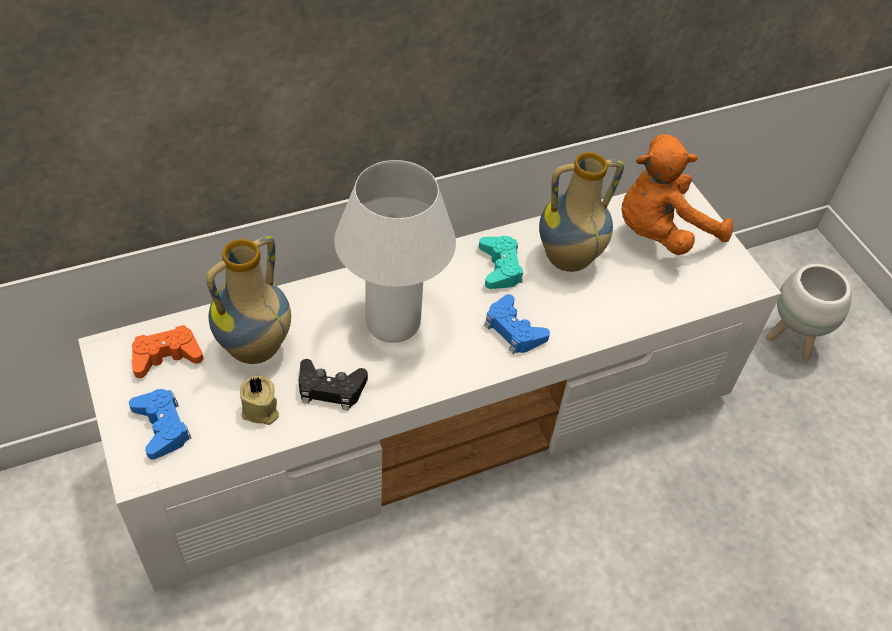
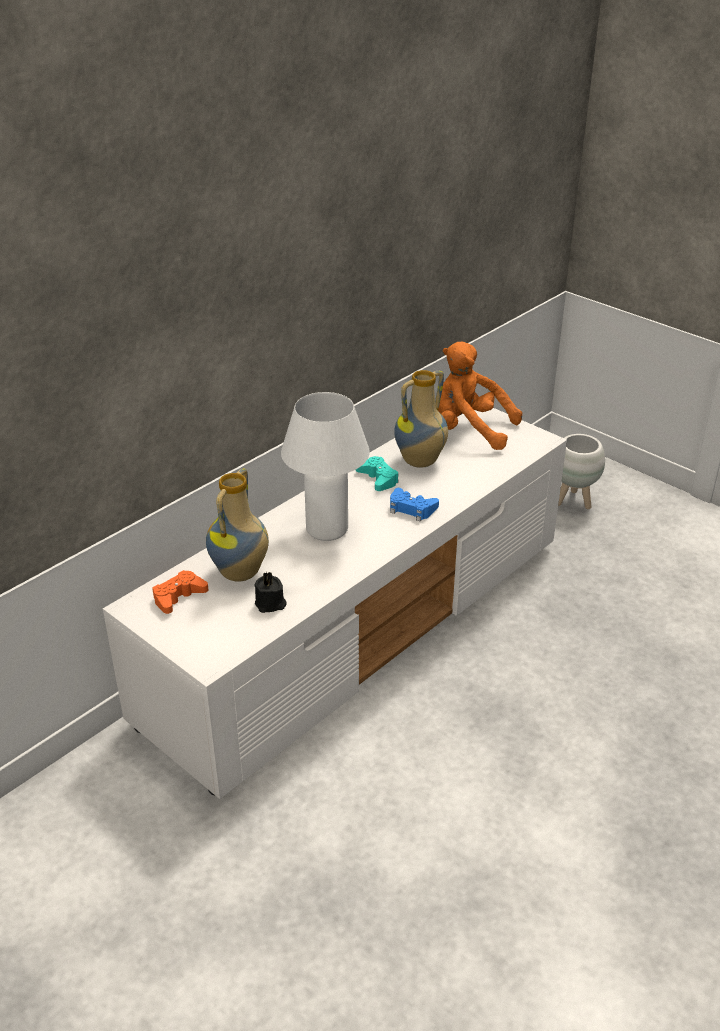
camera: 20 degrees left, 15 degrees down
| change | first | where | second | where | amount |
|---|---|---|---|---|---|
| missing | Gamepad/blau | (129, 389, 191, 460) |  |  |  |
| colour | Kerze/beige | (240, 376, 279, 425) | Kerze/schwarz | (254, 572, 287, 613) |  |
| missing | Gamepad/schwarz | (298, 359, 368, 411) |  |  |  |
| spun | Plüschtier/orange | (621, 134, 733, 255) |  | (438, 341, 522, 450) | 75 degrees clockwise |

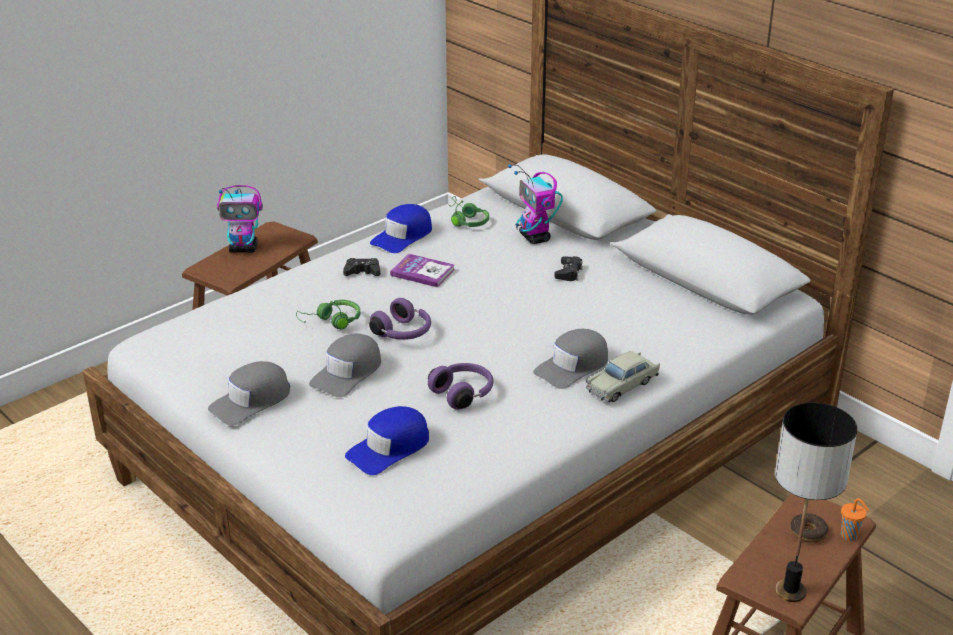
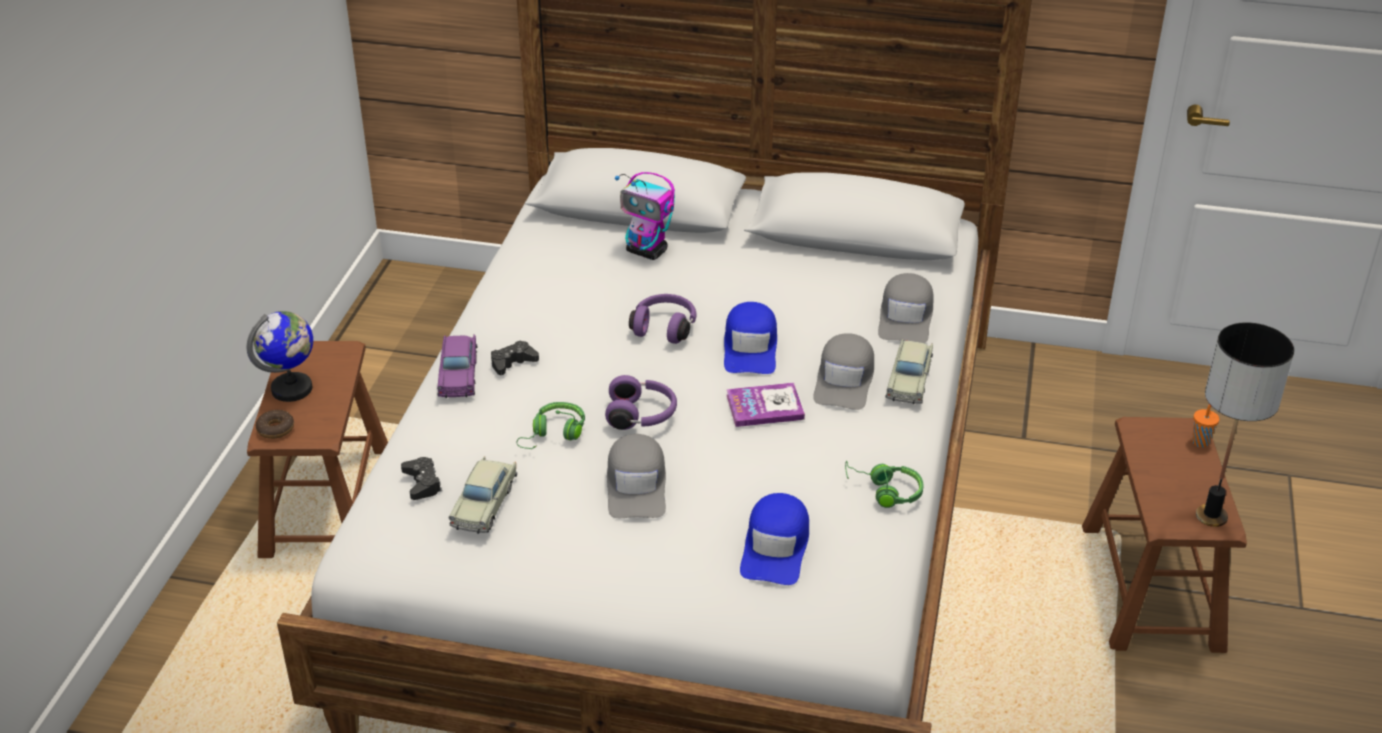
camera: 35 degrees left, 5 degrees up
| change | first | where | second | where | amount |
|---|---|---|---|---|---|
| relocated | Kappe/grau | (208, 361, 290, 426) |  | (878, 273, 934, 343) |  |
| exchanged | Spielzeugroboter | (217, 185, 263, 252) | Globus | (247, 311, 313, 402) |  |
| relocated | Kappe/blau | (370, 204, 432, 253) |  | (724, 302, 777, 374) |  |
| relocated | Buch | (390, 254, 455, 287) |  | (727, 382, 805, 427) |  |
| relocated | Kopfhörer/lila | (428, 363, 494, 410) |  | (629, 294, 697, 344) |  |
| relocated | Kopfhörer/grün | (449, 196, 489, 227) |  | (845, 461, 924, 508) |  |
| relocated | Gamepad/schwarz | (554, 256, 583, 281) |  | (401, 457, 442, 500) |  |
| relocated | Donut | (790, 513, 828, 543) |  | (256, 410, 294, 439) |  |
| appeared |  |  | Spielzeugauto/lila | (437, 334, 477, 398) |  |
| appeared |  |  | Spielzeugauto/beige | (449, 456, 517, 534) |  |

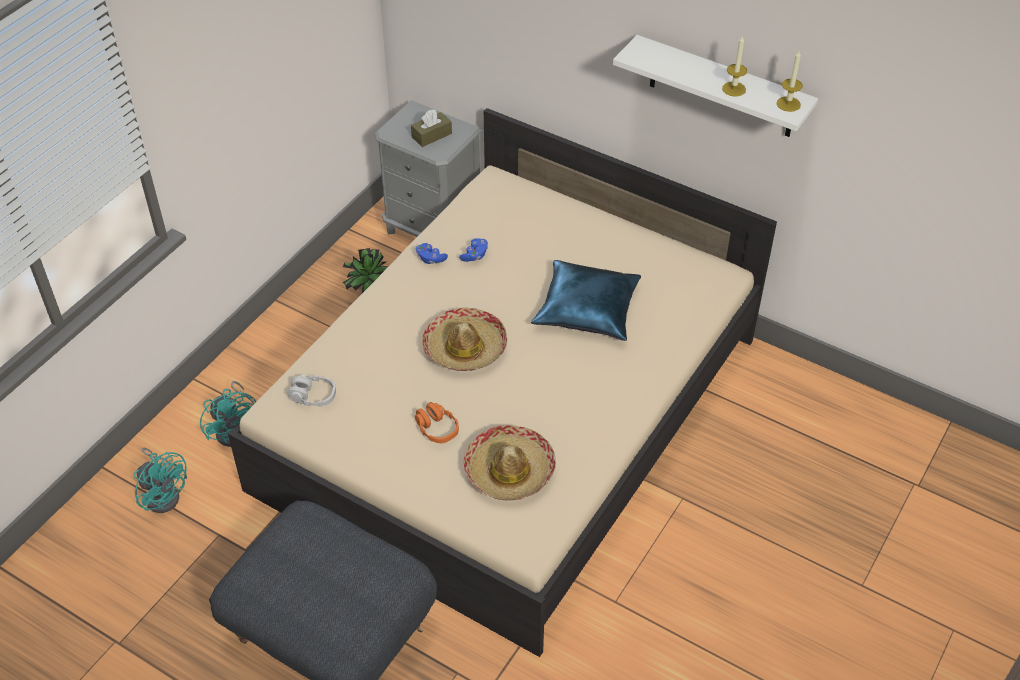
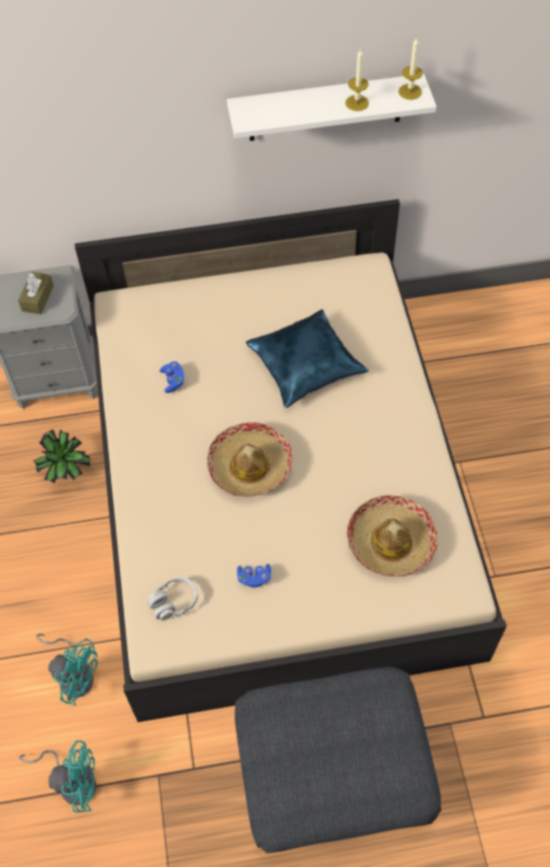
camera: 40 degrees left, 10 degrees up
| change | first | where | second | where | amount |
|---|---|---|---|---|---|
| missing | Kopfhörer/orange | (415, 402, 459, 443) |  |  |  |
| relocated | Gamepad/blau | (416, 243, 448, 264) |  | (237, 564, 271, 588) |  |

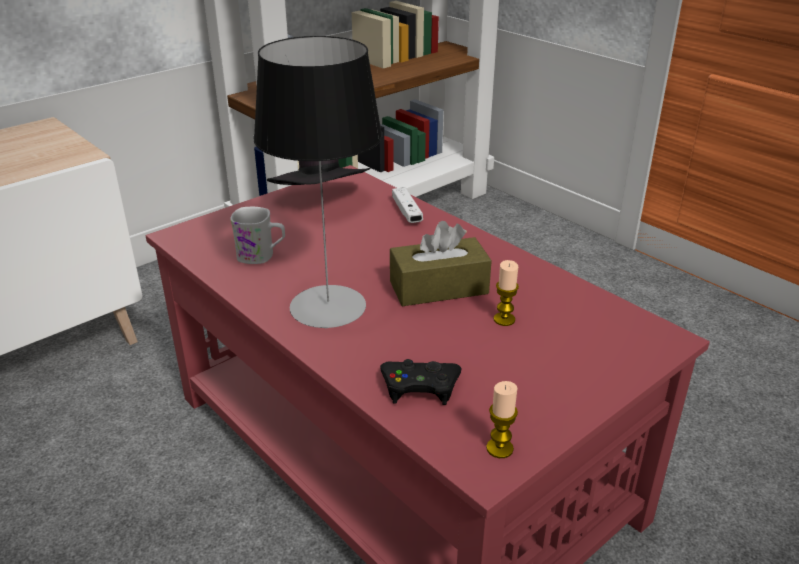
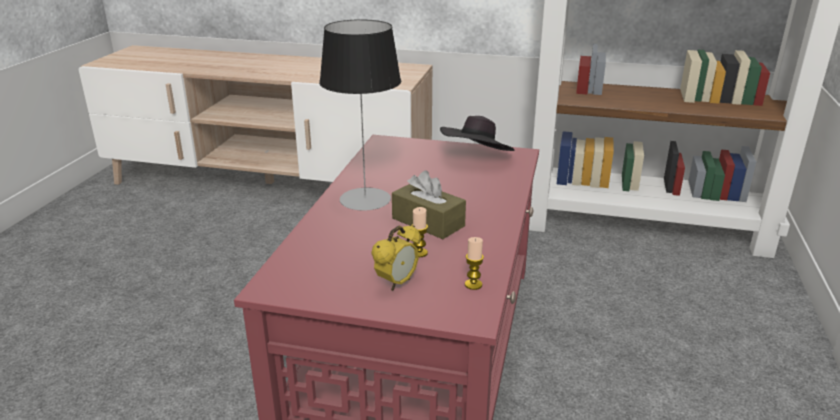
camera: 55 degrees right, 5 degrees down
| change | first | where | second | where | amount |
|---|---|---|---|---|---|
| missing | Henkelbecher/weiß | (231, 207, 285, 264) |  |  |  |
| missing | Gamepad/schwarz | (380, 359, 462, 405) |  |  |  |
| missing | Gamepad/weiß | (392, 187, 423, 223) |  |  |  |
| relocated | Kerze | (486, 381, 518, 458) |  | (465, 237, 484, 290) |  |
| appeared |  |  | Wecker | (371, 226, 421, 291) |  |

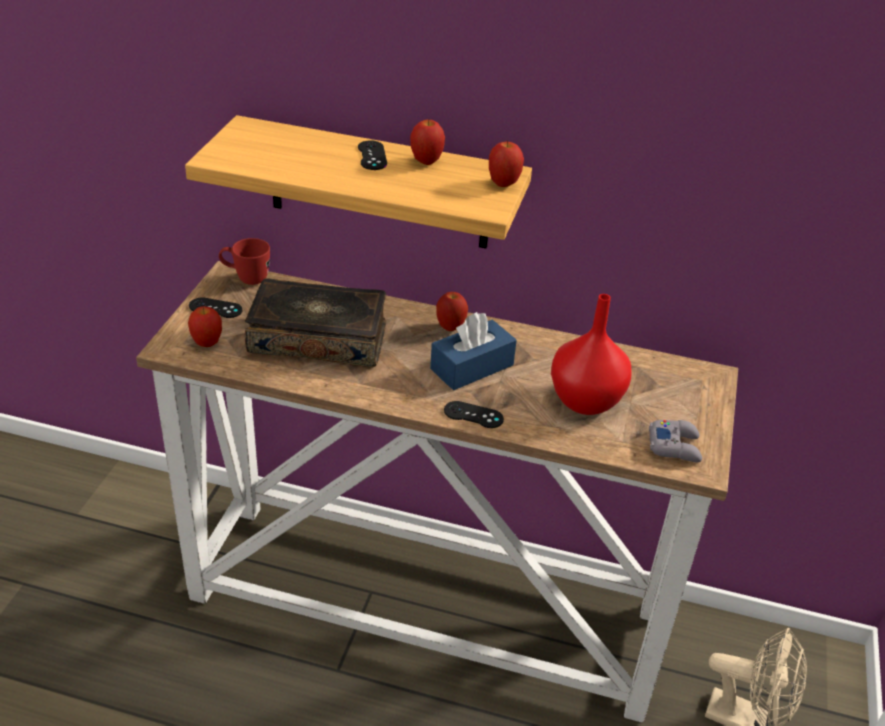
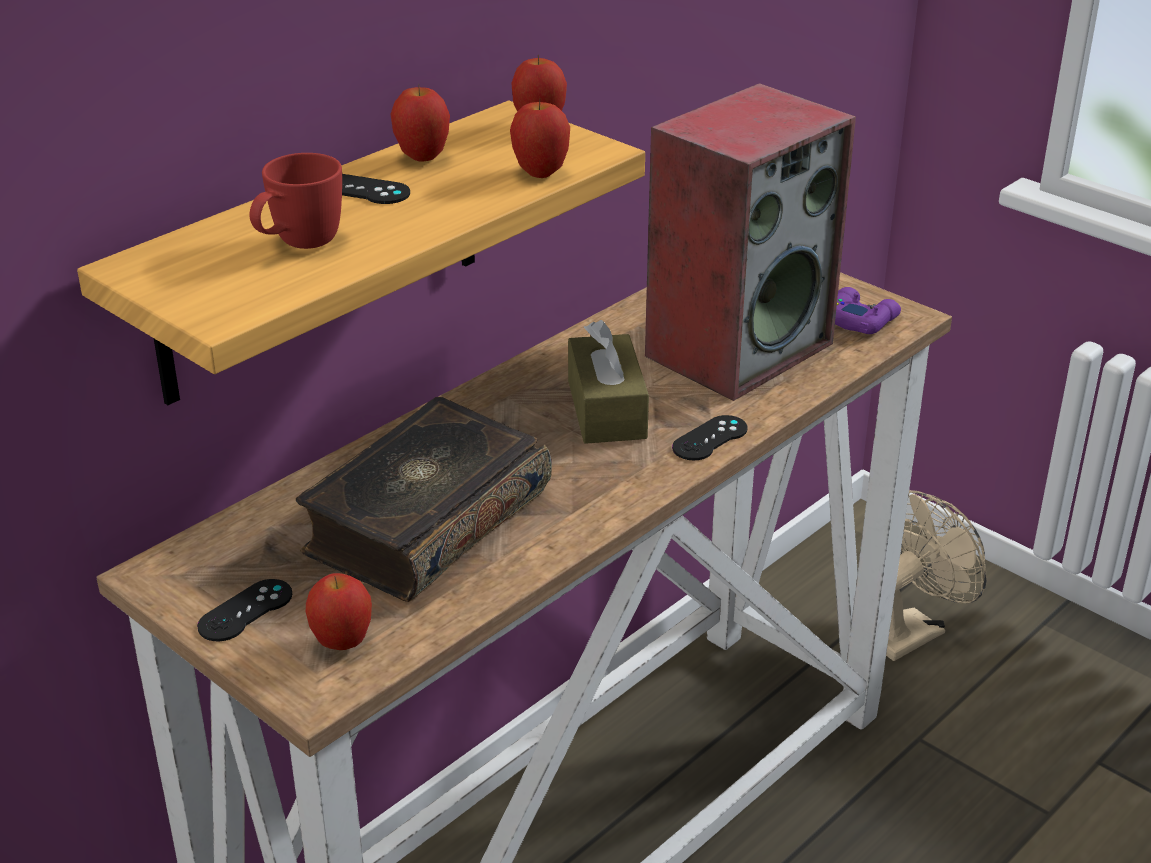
camera: 60 degrees left, 5 degrees down
| change | first | where | second | where | amount |
|---|---|---|---|---|---|
| relocated | Henkelbecher/rot | (219, 238, 270, 285) |  | (250, 153, 342, 249) |  |
| colour | Taschentuchbox/blau | (430, 312, 517, 390) | Taschentuchbox/braun | (568, 320, 649, 444) |  |
| relocated | Apfel | (436, 292, 468, 331) |  | (510, 99, 570, 178) |  |
| exchanged | Vase/rot | (551, 294, 632, 415) | Lautsprecher | (645, 83, 856, 401) |  |
| colour | Gamepad/grau | (649, 420, 702, 462) | Gamepad/lila | (835, 287, 901, 334) |  |

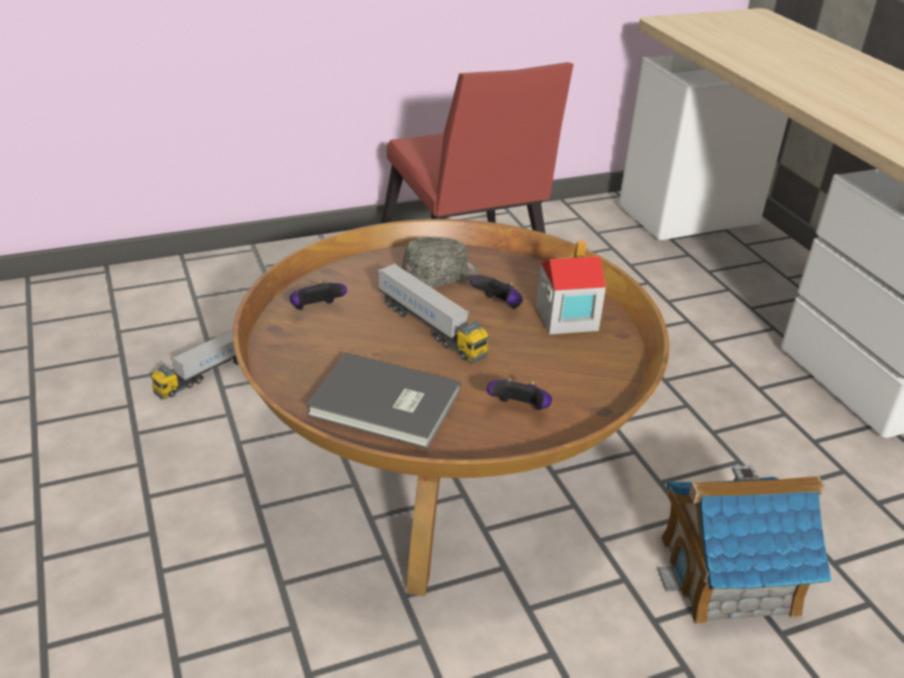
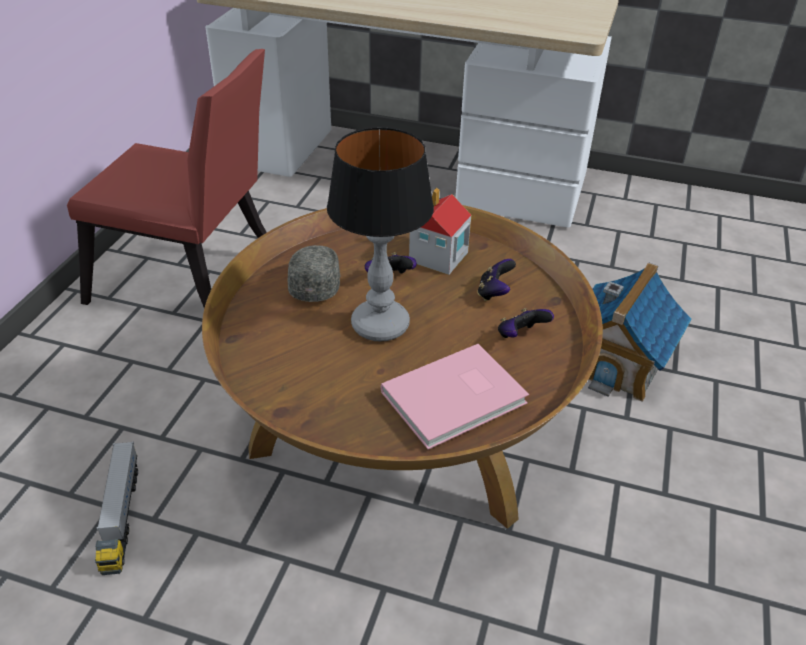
camera: 50 degrees left, 5 degrees up
| change | first | where | second | where | amount |
|---|---|---|---|---|---|
| relocated | Gamepad | (289, 281, 347, 310) |  | (477, 259, 516, 301) |  |
| colour | Buch/grau | (306, 353, 460, 449) | Buch/rosa | (381, 344, 529, 450) |  |
| exchanged | Spielzeuglaster | (378, 263, 489, 363) | Tischlampe | (327, 128, 434, 341) |  |

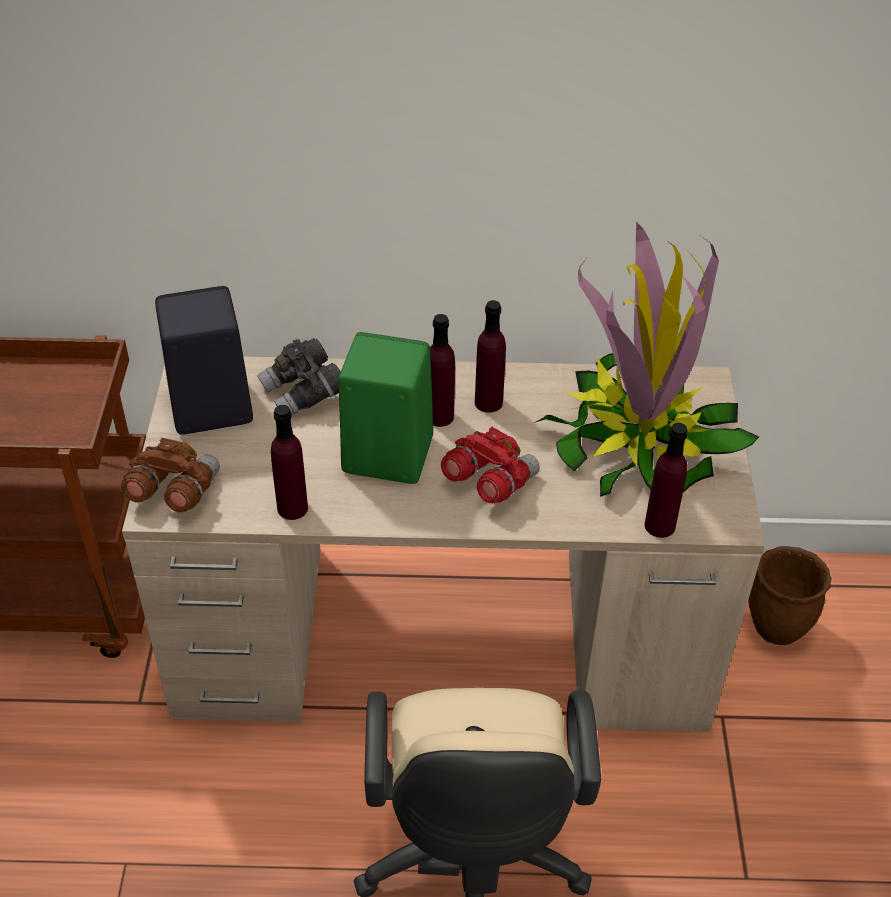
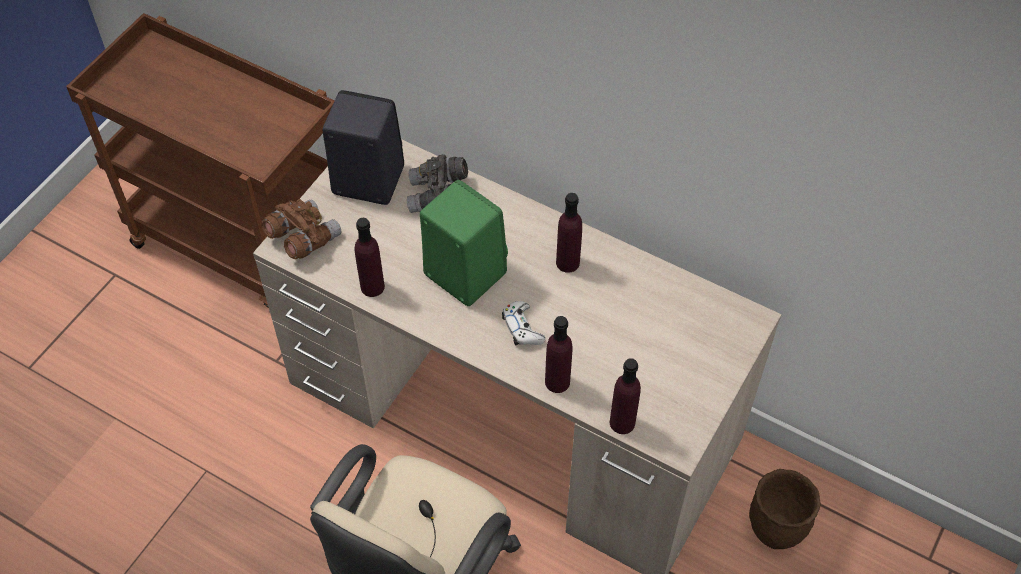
camera: 30 degrees right, 10 degrees up
| change | first | where | second | where | amount |
|---|---|---|---|---|---|
| relocated | Flasche/lila | (430, 314, 455, 427) |  | (545, 316, 573, 393) |  |
| exchanged | Fernglas/rot | (441, 427, 540, 504) | Gamepad/weiß | (502, 301, 545, 346) |  |
| missing | Topfpflanze | (534, 222, 759, 497) |  |  |  |

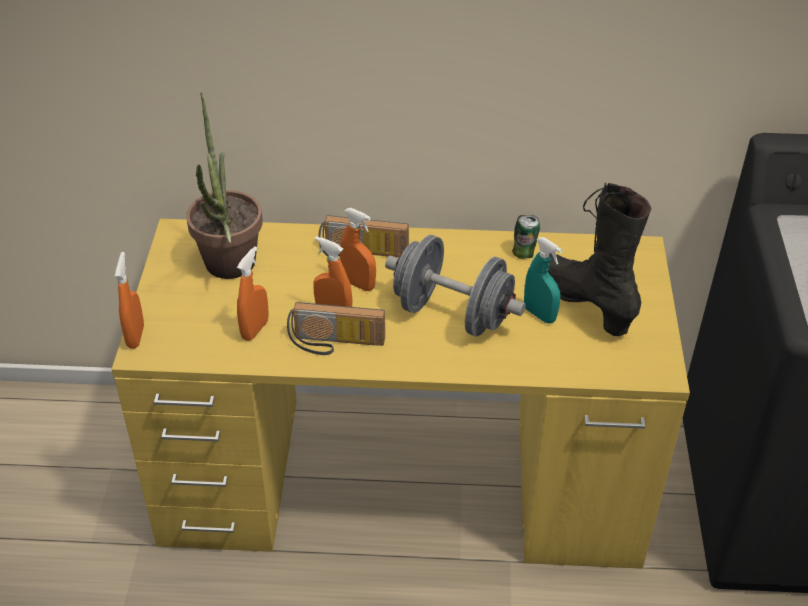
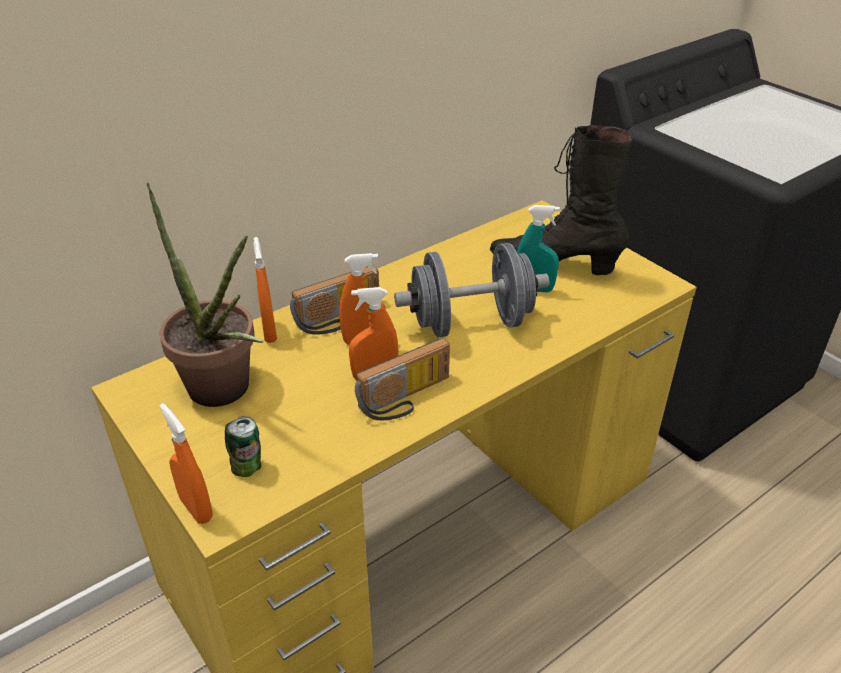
camera: 40 degrees left, 5 degrees down
| change | first | where | second | where | amount |
|---|---|---|---|---|---|
| relocated | Sprühflasche/orange | (237, 246, 269, 341) |  | (253, 237, 277, 343) |  |
| relocated | Dose | (512, 215, 540, 259) |  | (225, 416, 261, 477) |  |

